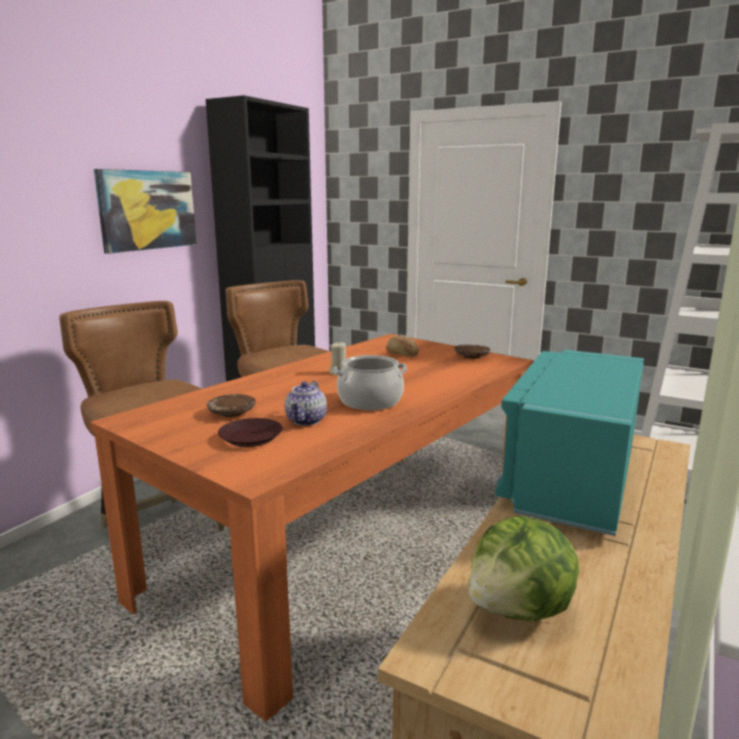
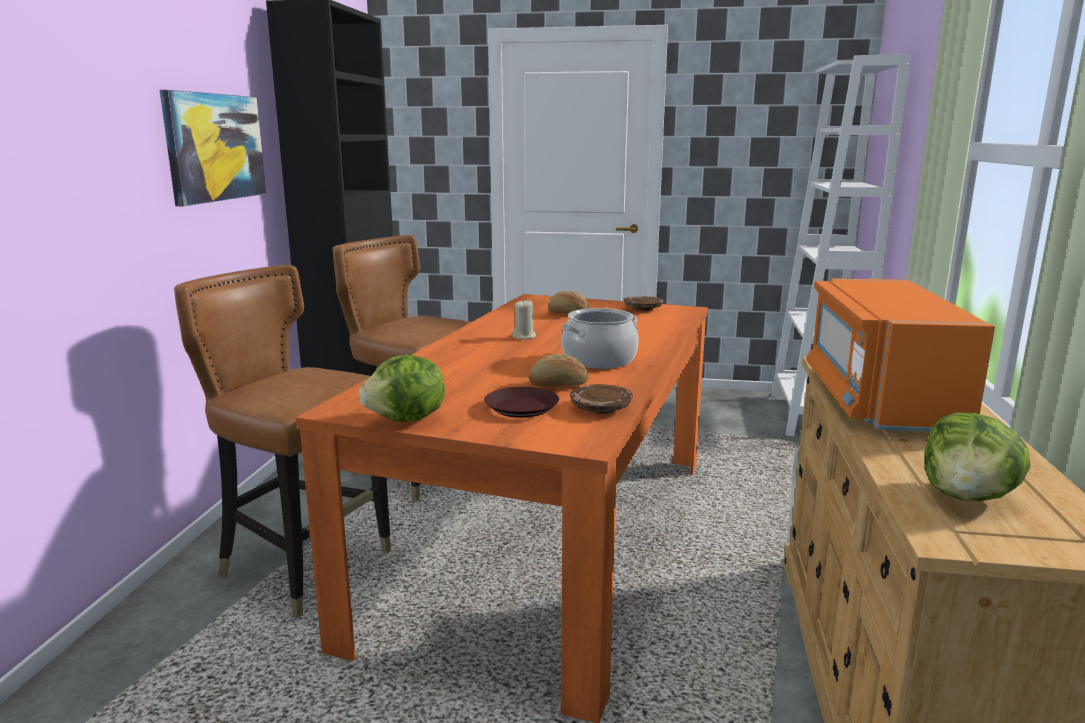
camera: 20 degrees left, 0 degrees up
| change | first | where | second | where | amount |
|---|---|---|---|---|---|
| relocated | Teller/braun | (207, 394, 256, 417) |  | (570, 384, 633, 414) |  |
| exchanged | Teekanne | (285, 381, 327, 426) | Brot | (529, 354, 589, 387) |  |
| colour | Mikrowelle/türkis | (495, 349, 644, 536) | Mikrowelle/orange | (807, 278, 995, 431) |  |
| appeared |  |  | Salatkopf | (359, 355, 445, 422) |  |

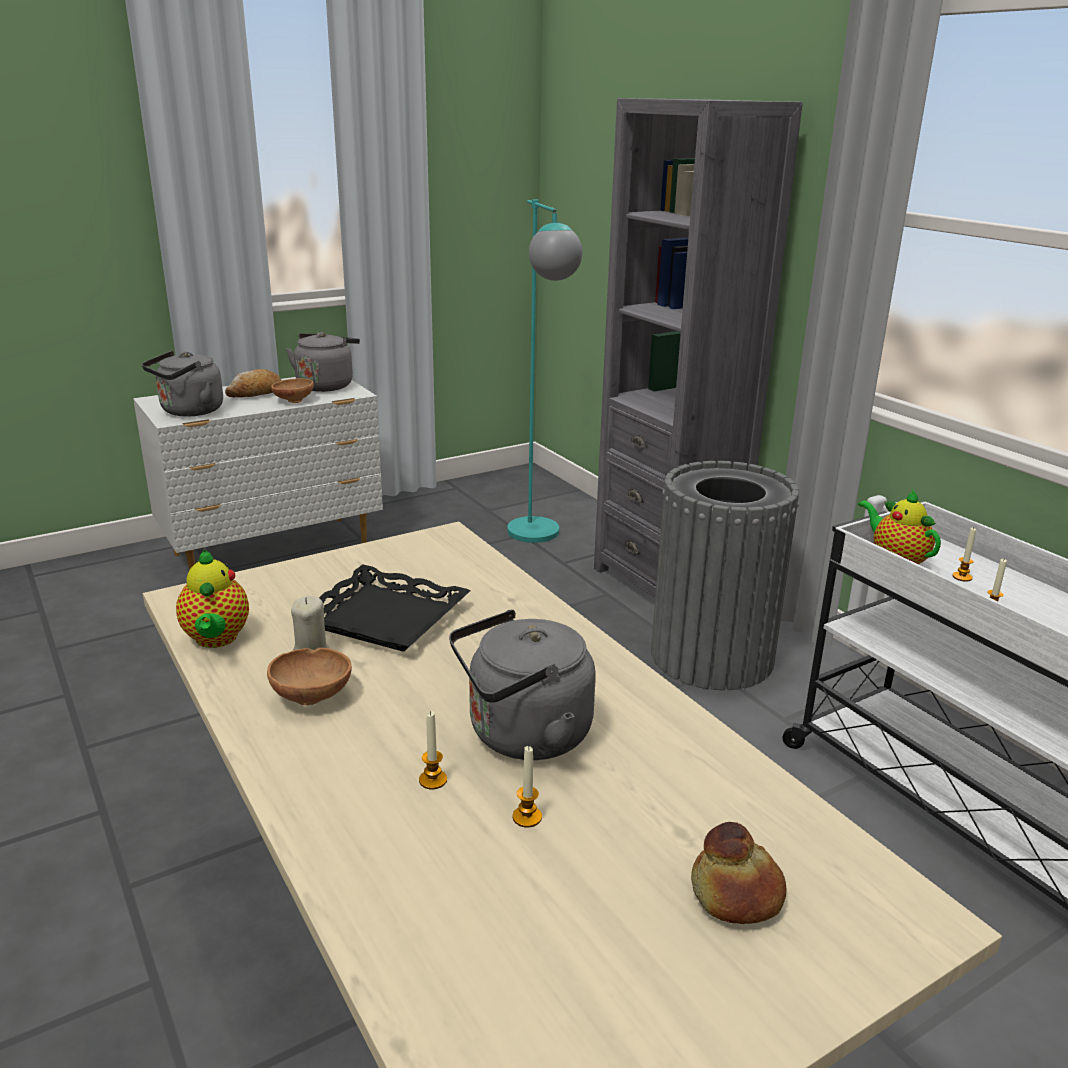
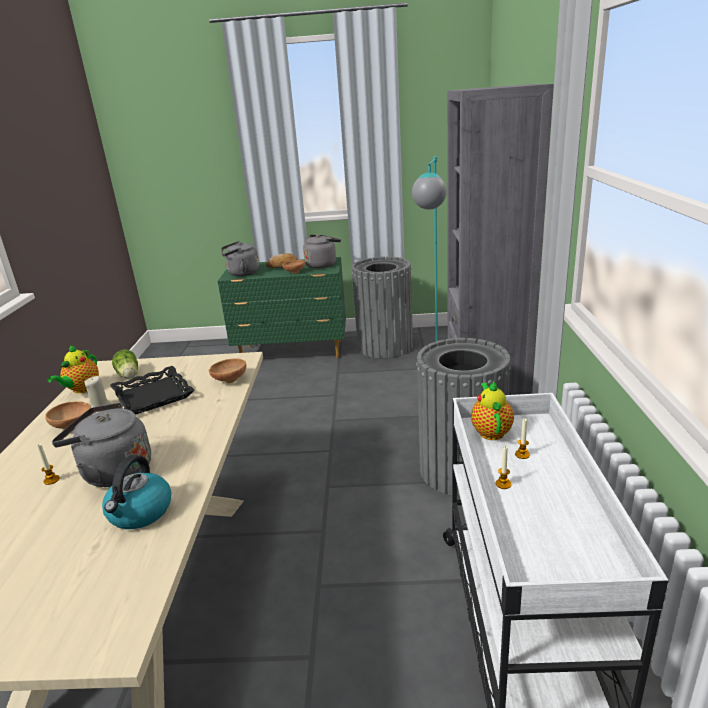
camera: 35 degrees right, 0 degrees up
| change | first | where | second | where | amount |
|---|---|---|---|---|---|
| colour | Kommode/weiß | (133, 377, 383, 571) | Kommode/grün | (218, 257, 346, 358) |  |
| missing | Kerze | (513, 746, 542, 828) |  |  |  |
| missing | Brot | (691, 822, 786, 924) |  |  |  |
| appeared |  |  | Wasserkessel | (102, 455, 171, 529) |  |
| appeared |  |  | Salatkopf | (112, 349, 138, 379) |  |
| appeared |  |  | Schüssel/braun | (209, 358, 246, 383) |  |
| appeared |  |  | Mülleimer/grau | (351, 256, 413, 359) |  |

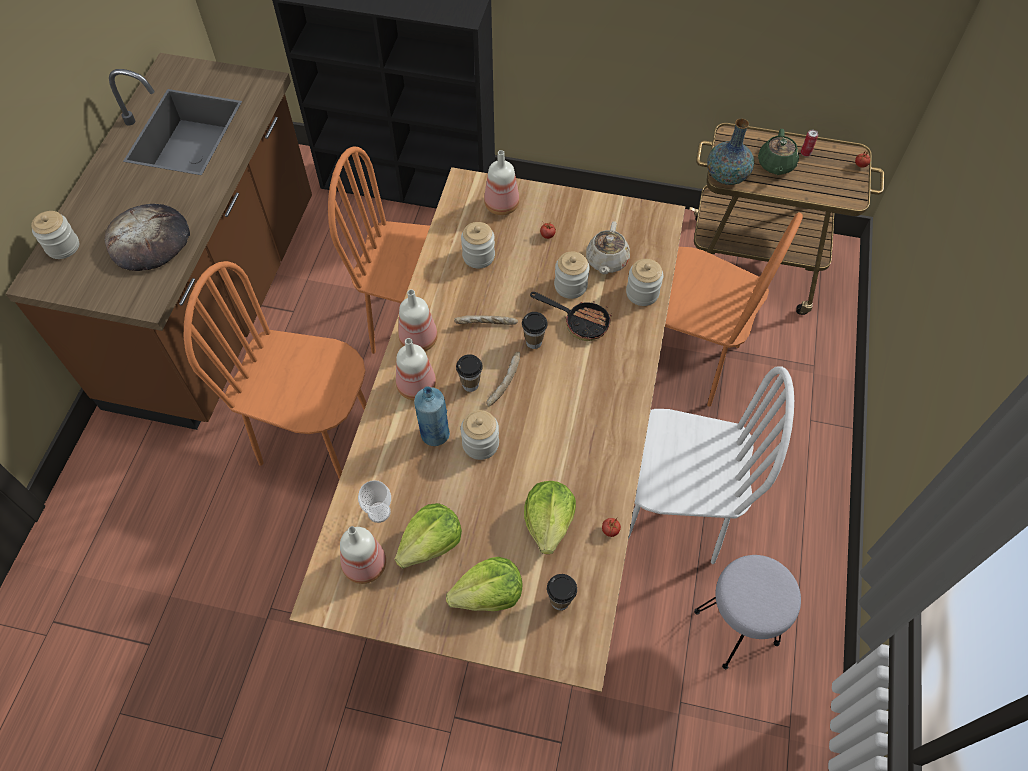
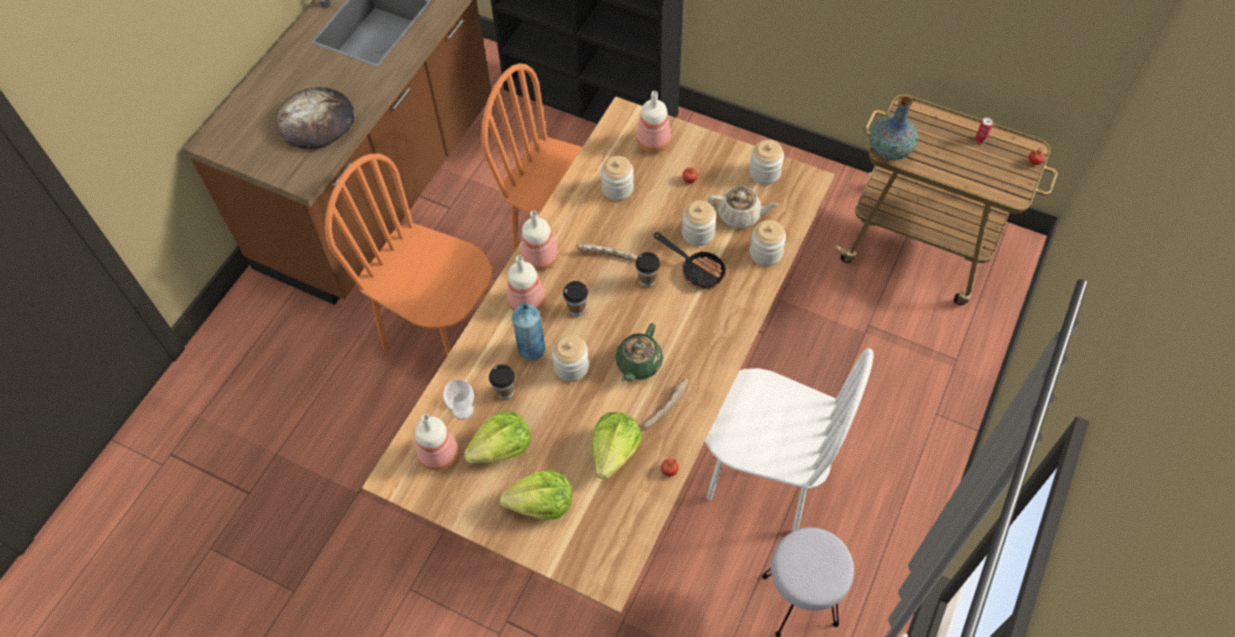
camera: 15 degrees right, 0 degrees up
| change | first | where | second | where | amount |
|---|---|---|---|---|---|
| relocated | Vorratsglas | (31, 211, 79, 259) |  | (749, 140, 784, 185) |  |
| relocated | Brot | (486, 352, 520, 407) |  | (643, 378, 688, 429) |  |
| relocated | Tasse | (547, 574, 577, 611) |  | (489, 364, 515, 400) |  |
| spun | Teekanne/beige | (586, 221, 630, 274) |  | (707, 186, 779, 228) | 105 degrees counterclockwise |
| missing | Stuhl/orange | (665, 212, 803, 407) |  |  |  |
| relocated | Teekanne/grün | (758, 129, 799, 175) |  | (615, 323, 663, 382) |  |

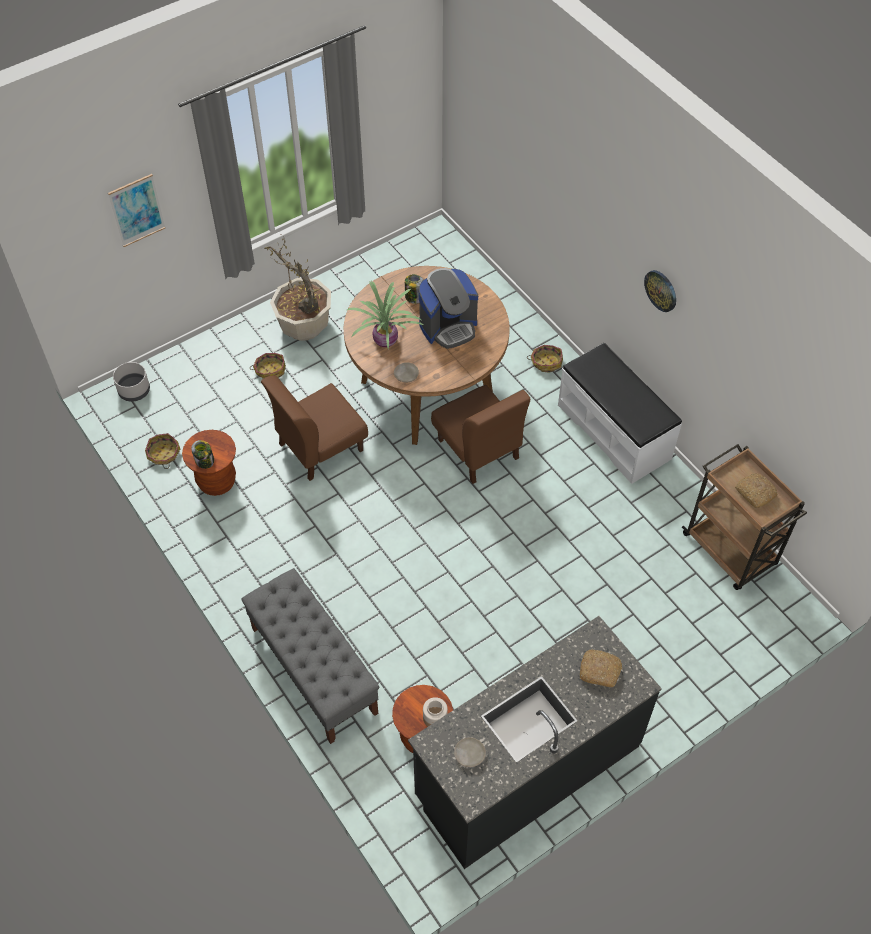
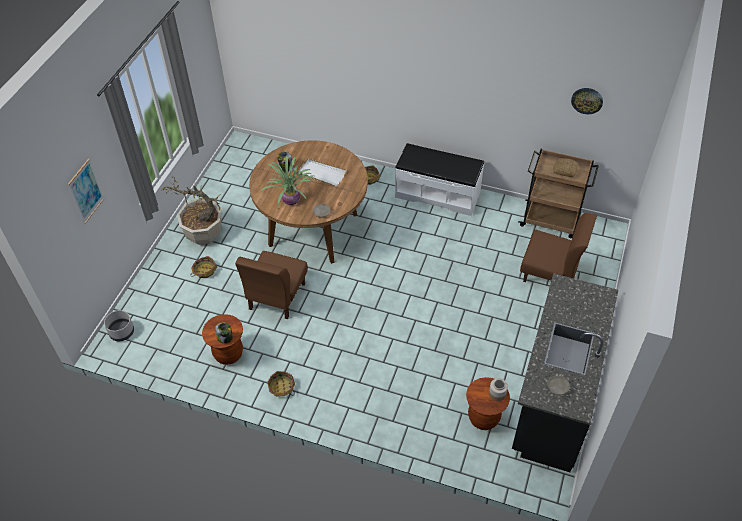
camera: 35 degrees left, 5 degrees down
| change | first | where | second | where | amount |
|---|---|---|---|---|---|
| relocated | Korb | (145, 433, 180, 469) |  | (267, 371, 295, 396) |  |
| missing | Bank/grau | (241, 568, 380, 744) |  |  |  |
| exchanged | Kaffeemaschine | (419, 268, 478, 349) | Tablett/weiß | (298, 159, 347, 186) |  |
| relocated | Stuhl/braun | (431, 385, 530, 484) |  | (520, 213, 597, 282) |  |
| missing | Brot | (580, 649, 622, 688) |  |  |  |
| relocated | Wanduhr | (644, 270, 676, 312) |  | (571, 88, 603, 114) |  |

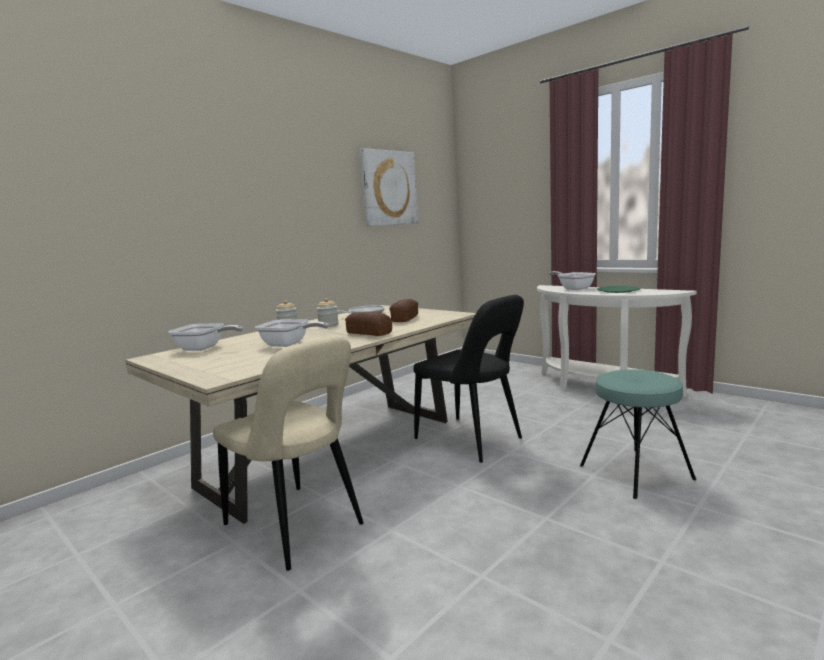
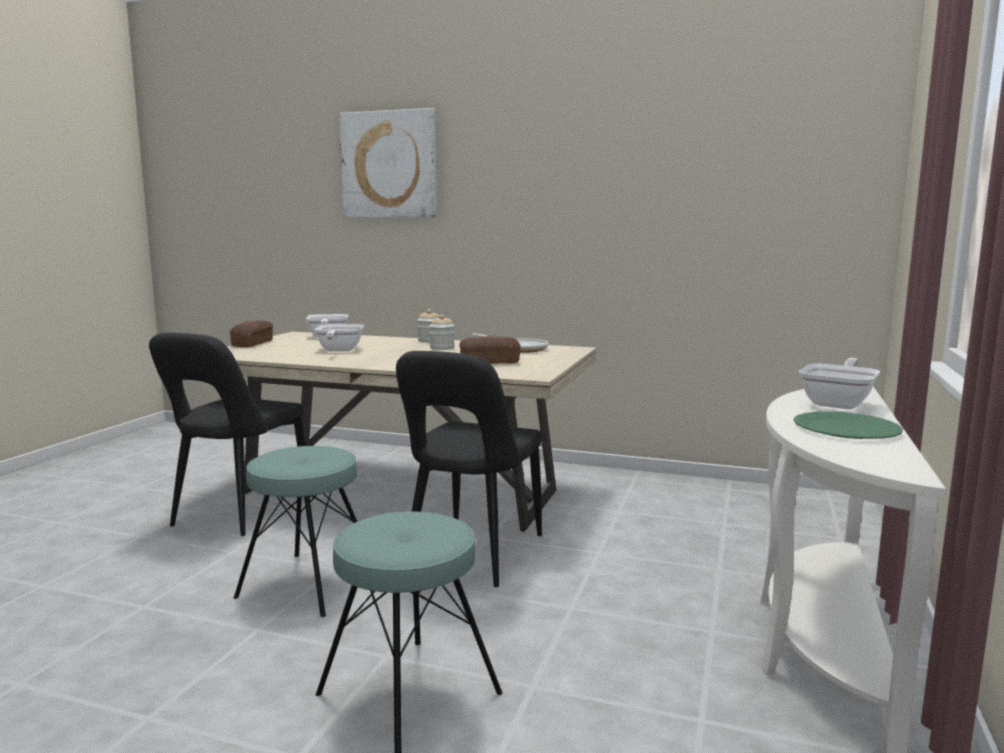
camera: 65 degrees right, 0 degrees up
| change | first | where | second | where | amount |
|---|---|---|---|---|---|
| colour | Stuhl/beige | (213, 336, 363, 571) | Stuhl/schwarz | (149, 333, 311, 536) |  |
| relocated | Brot | (345, 312, 392, 336) |  | (230, 320, 273, 347) |  |
| relocated | Bild | (359, 148, 418, 226) |  | (339, 108, 437, 218) |  |
| appeared |  |  | Hocker/türkis | (234, 446, 358, 617) |  |

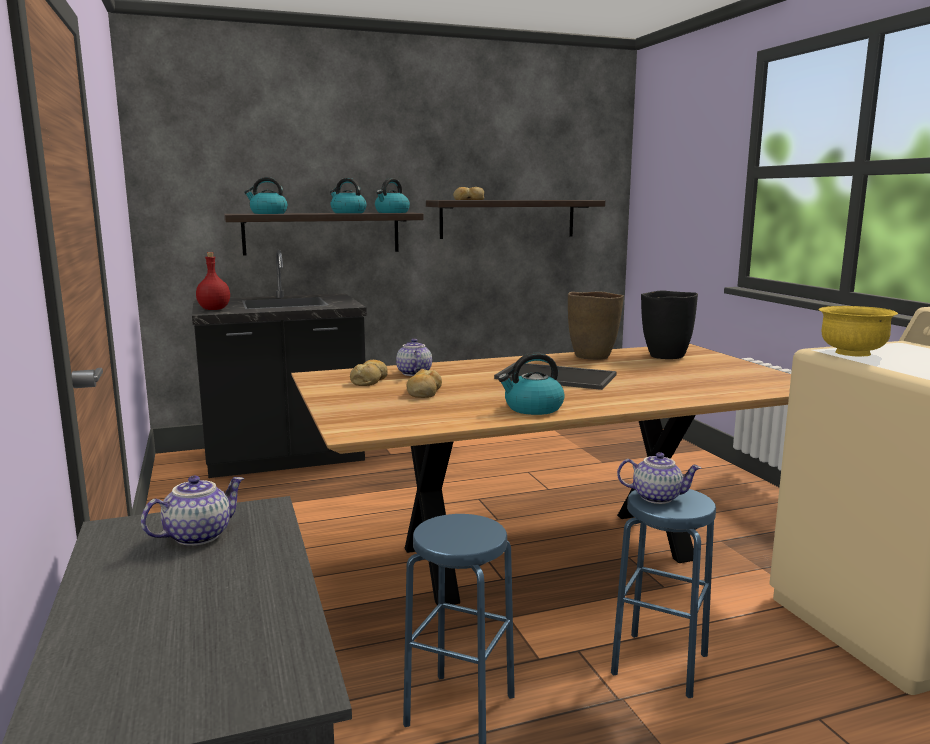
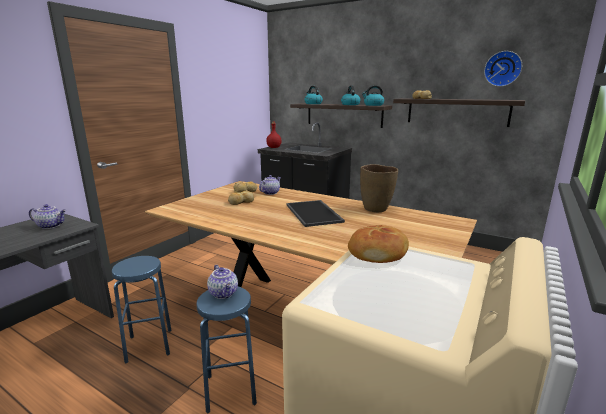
camera: 50 degrees right, 5 degrees up
| change | first | where | second | where | amount |
|---|---|---|---|---|---|
| missing | Wasserkessel | (498, 353, 565, 415) |  |  |  |
| missing | Vase/schwarz | (641, 291, 698, 359) |  |  |  |
| exchanged | Schüssel/gelb | (818, 306, 898, 356) | Brot | (348, 225, 409, 263) |  |
| appeared |  |  | Wanduhr | (484, 51, 522, 87) |  |

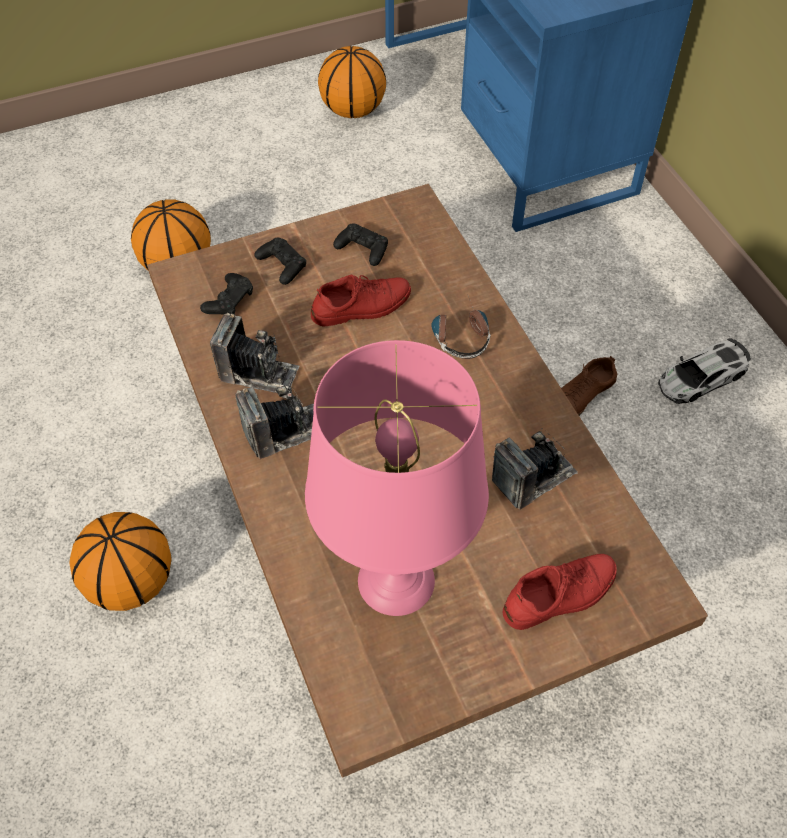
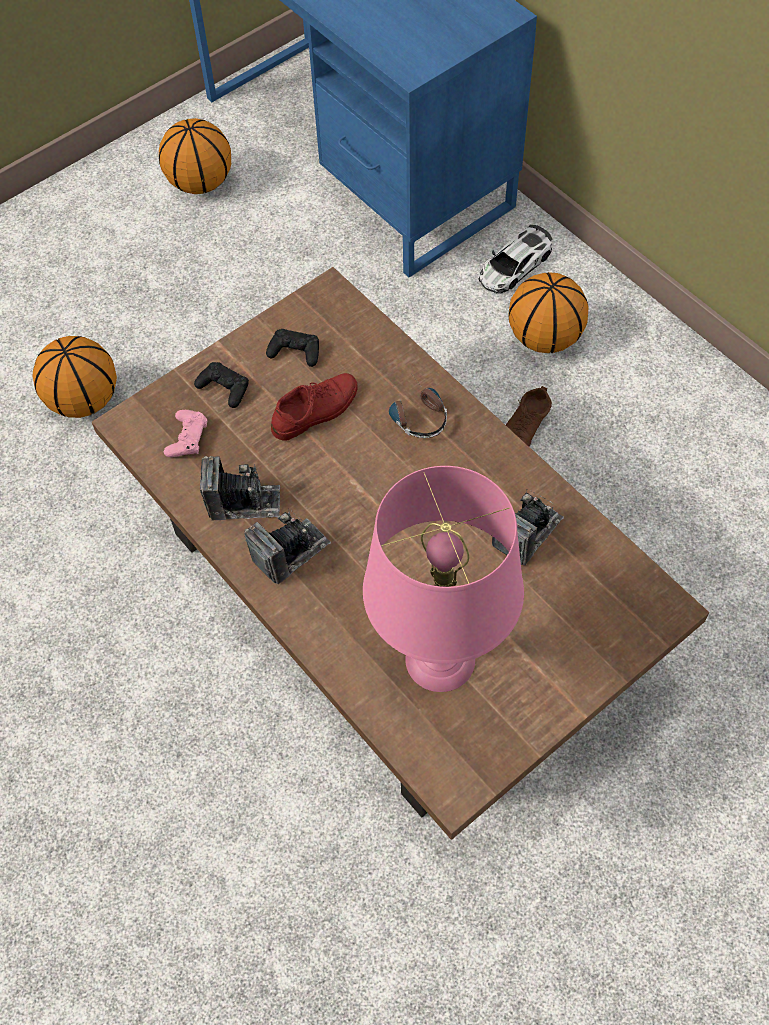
camera: 15 degrees left, 5 degrees up
| change | first | where | second | where | amount |
|---|---|---|---|---|---|
| relocated | Basketball | (69, 512, 172, 611) |  | (509, 272, 589, 353) |  |
| colour | Gamepad/schwarz | (200, 273, 253, 315) | Gamepad/rosa | (164, 410, 207, 457) |  |
| missing | Schuh/rot | (503, 554, 617, 630) |  |  |  |
| relocated | Spielzeugauto | (658, 338, 751, 404) |  | (479, 225, 552, 294) |  |

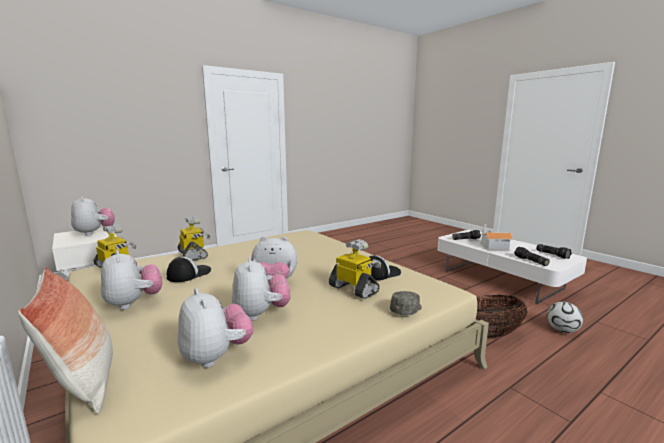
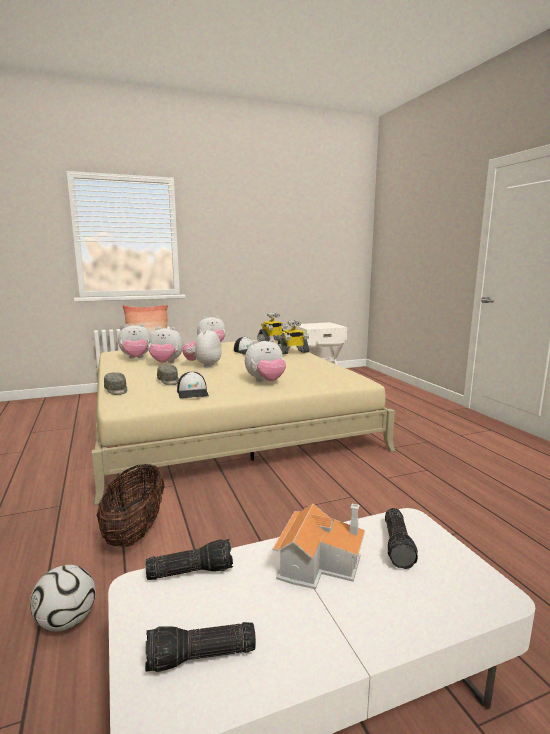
camera: 105 degrees right, 0 degrees up
| change | first | where | second | where | amount |
|---|---|---|---|---|---|
| relocated | Plüschtier | (71, 196, 115, 236) |  | (245, 339, 286, 382) |  |
| exchanged | Spielzeugroboter | (328, 239, 381, 299) | Kappe/grau | (157, 364, 179, 385) |  |

